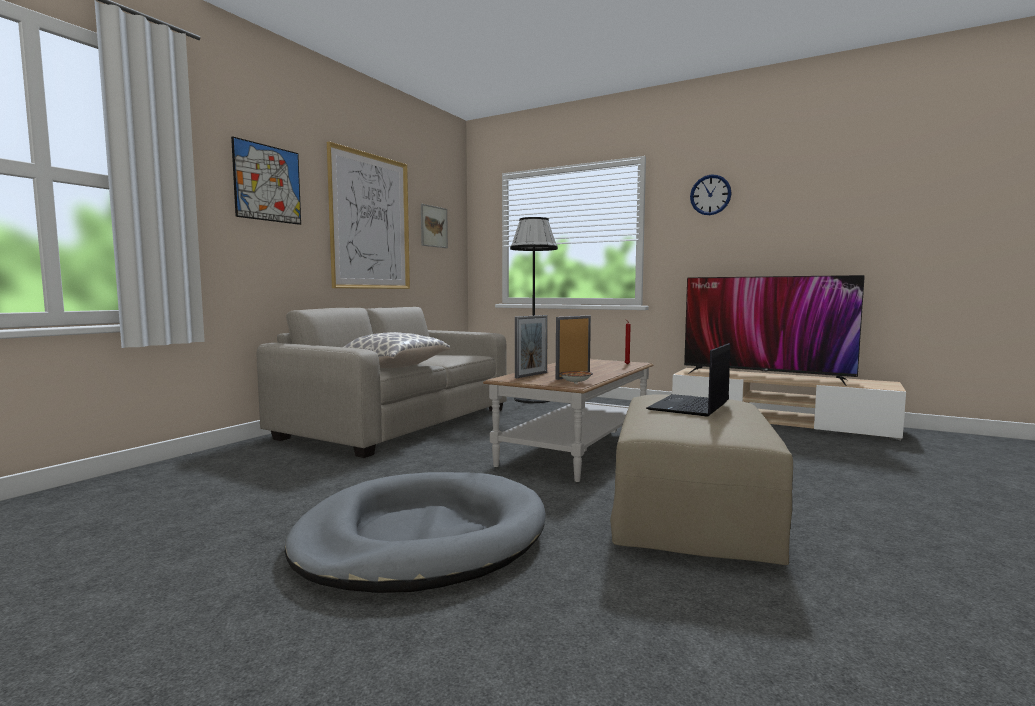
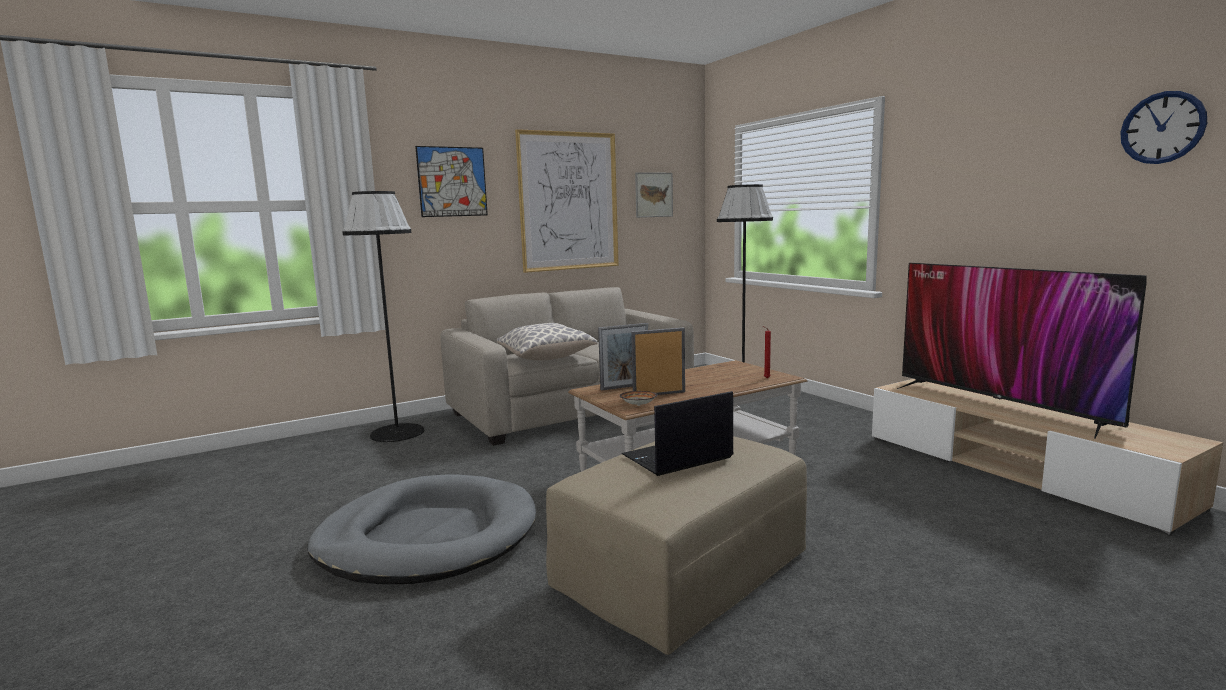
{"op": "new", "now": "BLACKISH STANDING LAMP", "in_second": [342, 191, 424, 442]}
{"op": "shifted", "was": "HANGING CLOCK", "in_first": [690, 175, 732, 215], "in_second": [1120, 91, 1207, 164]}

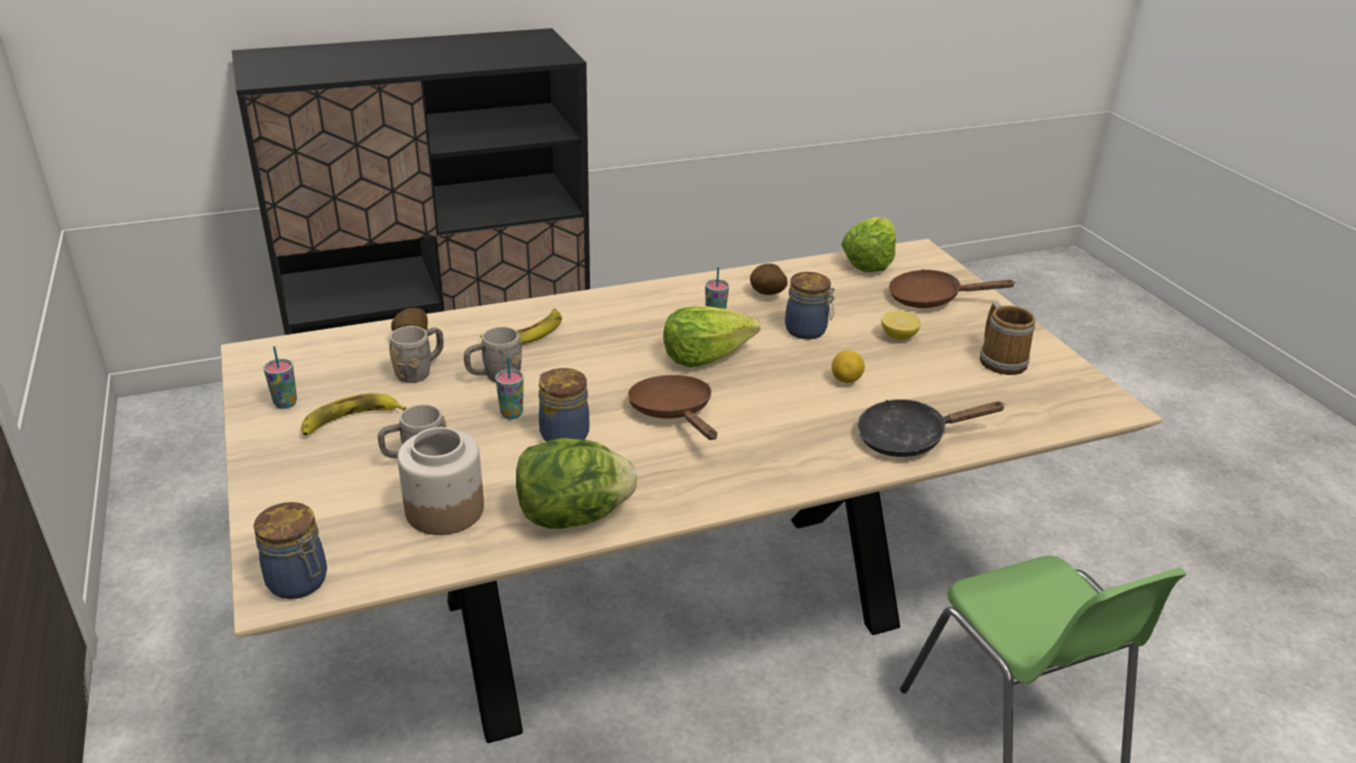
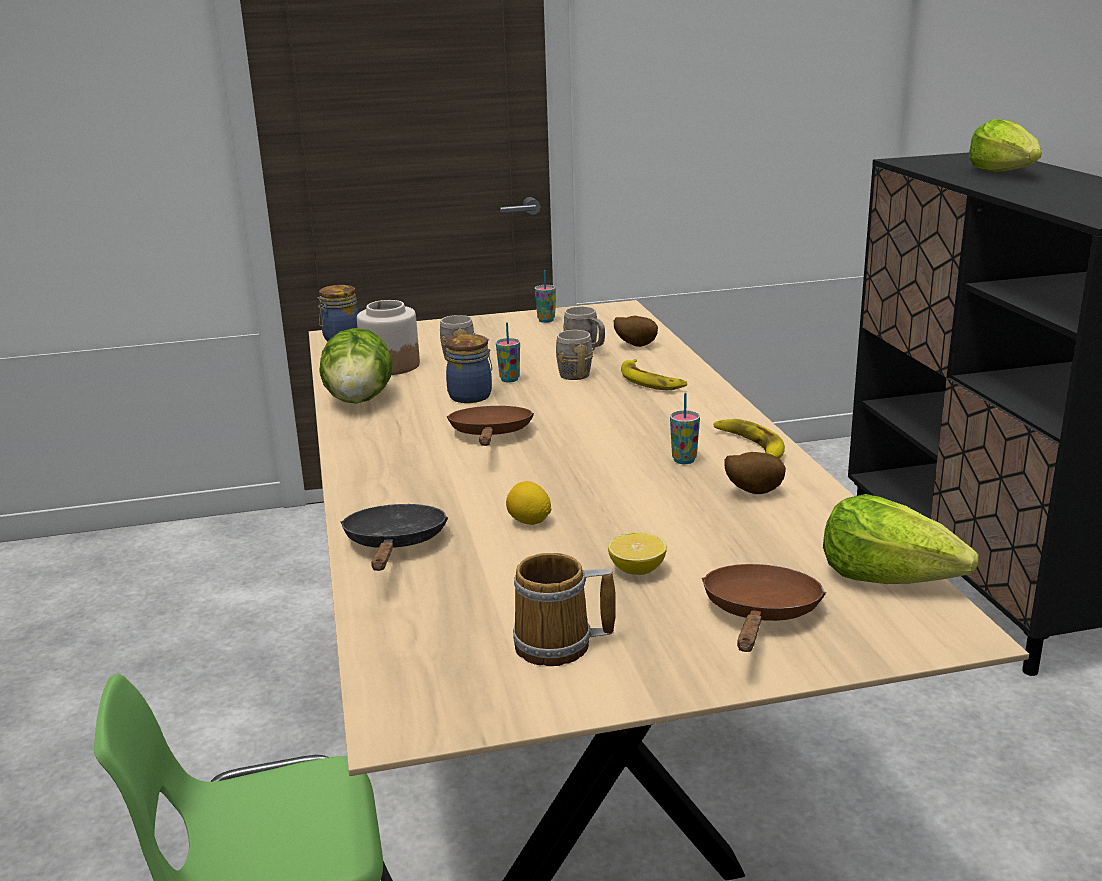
{"op": "gone", "was": "JAR", "in_first": [785, 272, 835, 339]}
{"op": "shifted", "was": "BANANA FRUIT", "in_first": [301, 393, 406, 436], "in_second": [714, 419, 785, 459]}
{"op": "shifted", "was": "LETTUCE", "in_first": [663, 306, 760, 367], "in_second": [969, 119, 1042, 172]}
{"op": "rotated", "was": "BROWNISH PAN", "in_first": [628, 375, 717, 440], "in_second": [447, 406, 534, 446], "clockwise": -75}

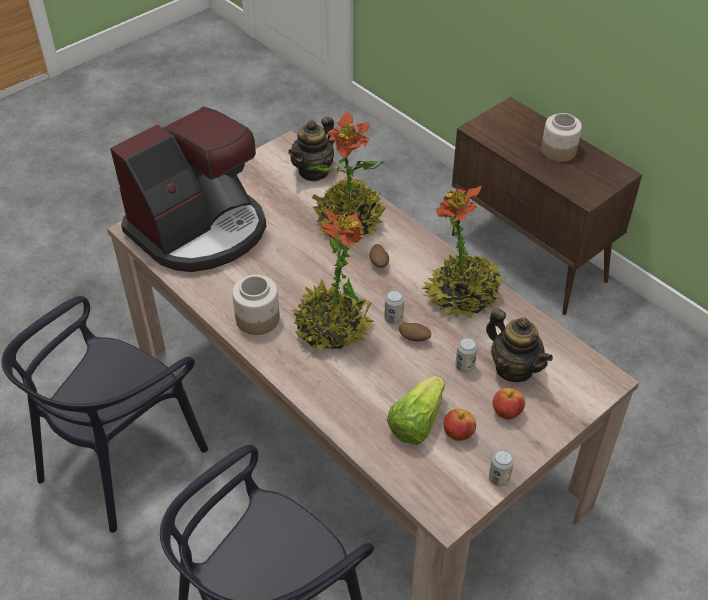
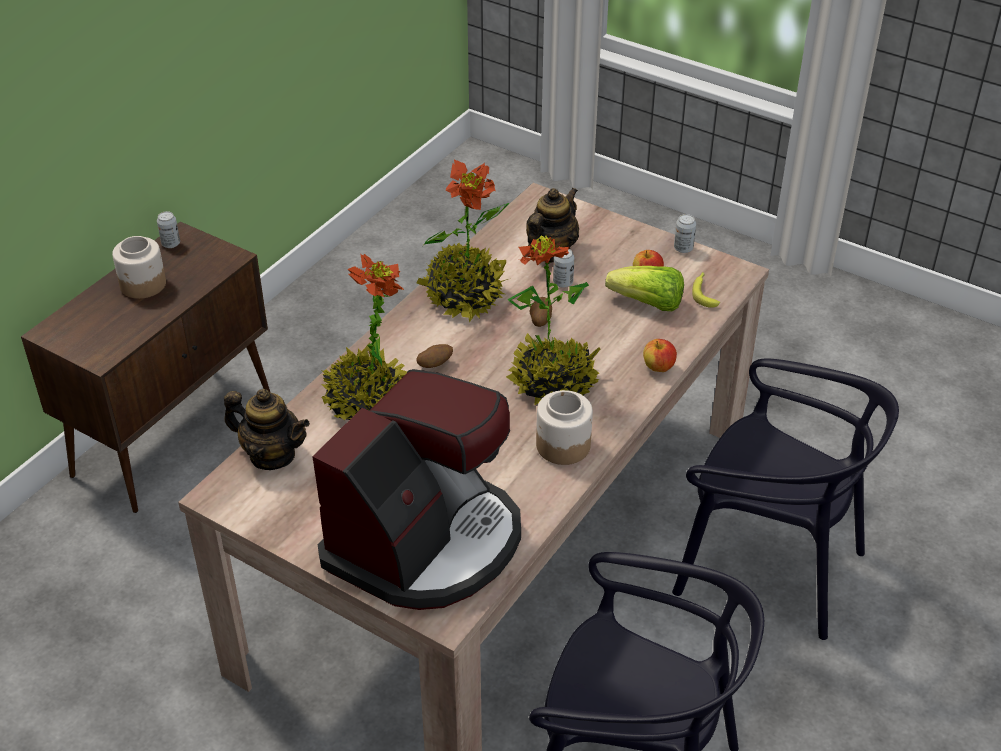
{"op": "new", "now": "BANANA FRUIT", "in_second": [692, 272, 720, 308]}
{"op": "shifted", "was": "CAN", "in_first": [384, 290, 404, 325], "in_second": [157, 211, 180, 248]}
{"op": "shifted", "was": "APPLE", "in_first": [493, 388, 525, 420], "in_second": [643, 339, 677, 372]}
{"op": "rotated", "was": "COFFEE MACHINE", "in_first": [110, 107, 266, 272], "in_second": [313, 369, 521, 610], "clockwise": 90}

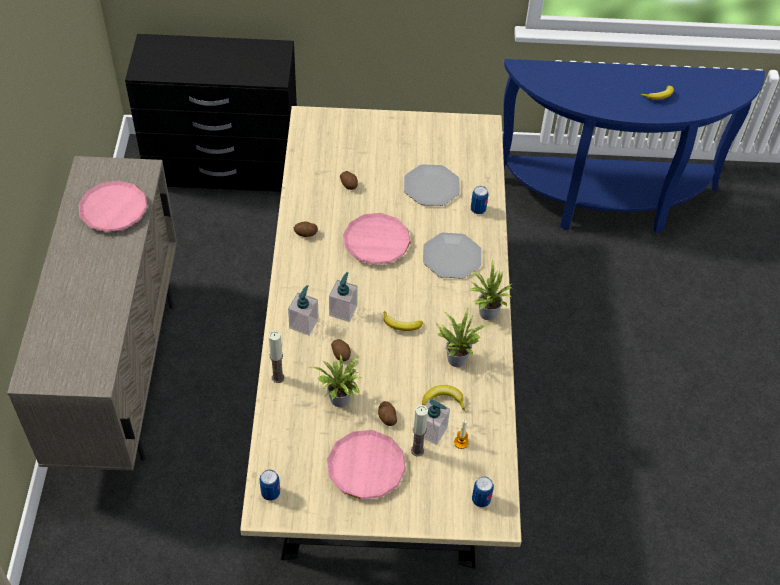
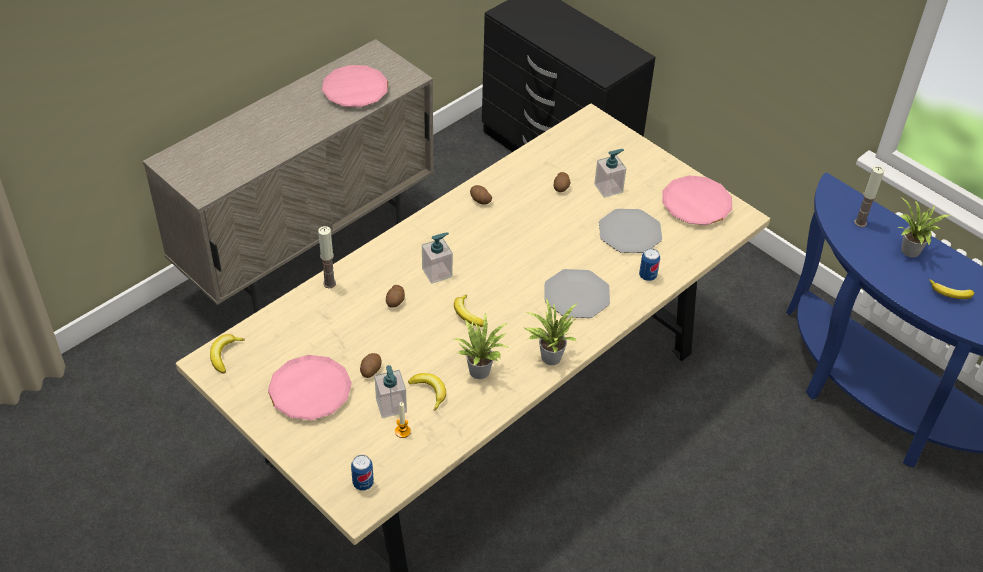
{"op": "shifted", "was": "LIQUID SOAP BOTTLE", "in_first": [288, 285, 319, 335], "in_second": [594, 149, 626, 198]}
{"op": "shifted", "was": "PLANT IN A POT", "in_first": [310, 354, 363, 407], "in_second": [897, 197, 950, 257]}
{"op": "shifted", "was": "PINK FLAT DISH", "in_first": [343, 213, 411, 265], "in_second": [662, 175, 732, 225]}
{"op": "shifted", "was": "WAX CANDLE", "in_first": [411, 405, 428, 456], "in_second": [854, 166, 885, 227]}
{"op": "swapped", "was": "CAN", "now": "BANANA FRUIT", "in_first": [259, 470, 280, 501], "in_second": [210, 334, 245, 373]}

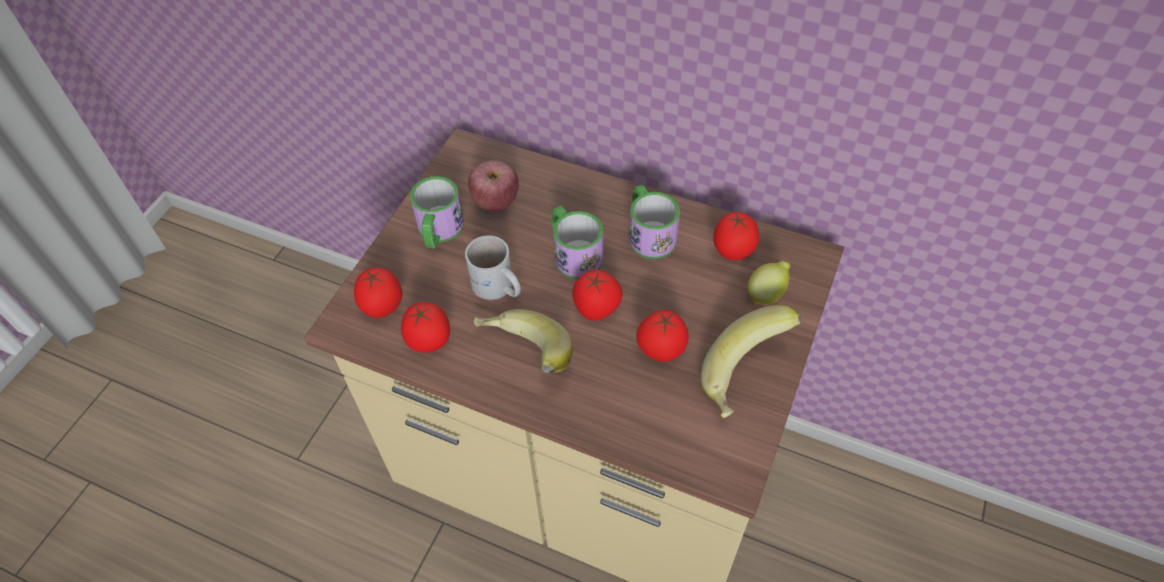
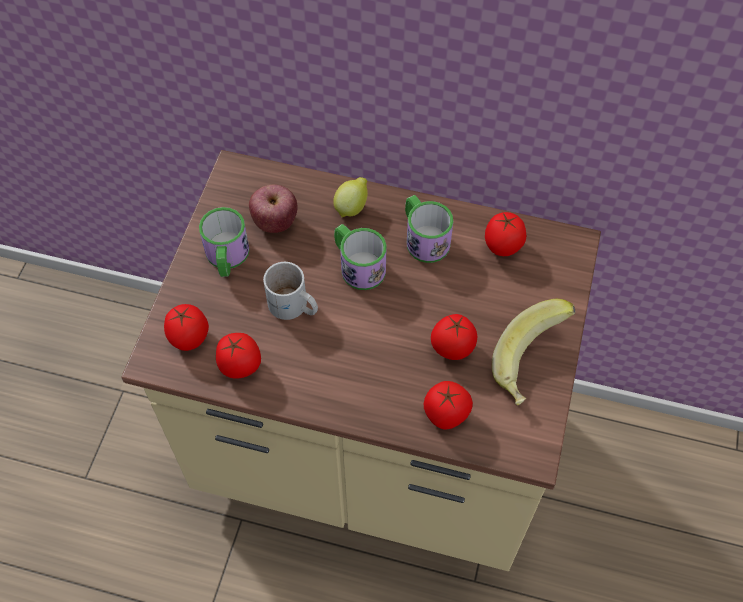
{"op": "gone", "was": "BANANA FRUIT", "in_first": [473, 309, 573, 373]}
{"op": "shifted", "was": "TOMATO", "in_first": [572, 269, 623, 321], "in_second": [424, 381, 473, 429]}
{"op": "shifted", "was": "LEMON", "in_first": [748, 261, 791, 305], "in_second": [333, 177, 368, 218]}

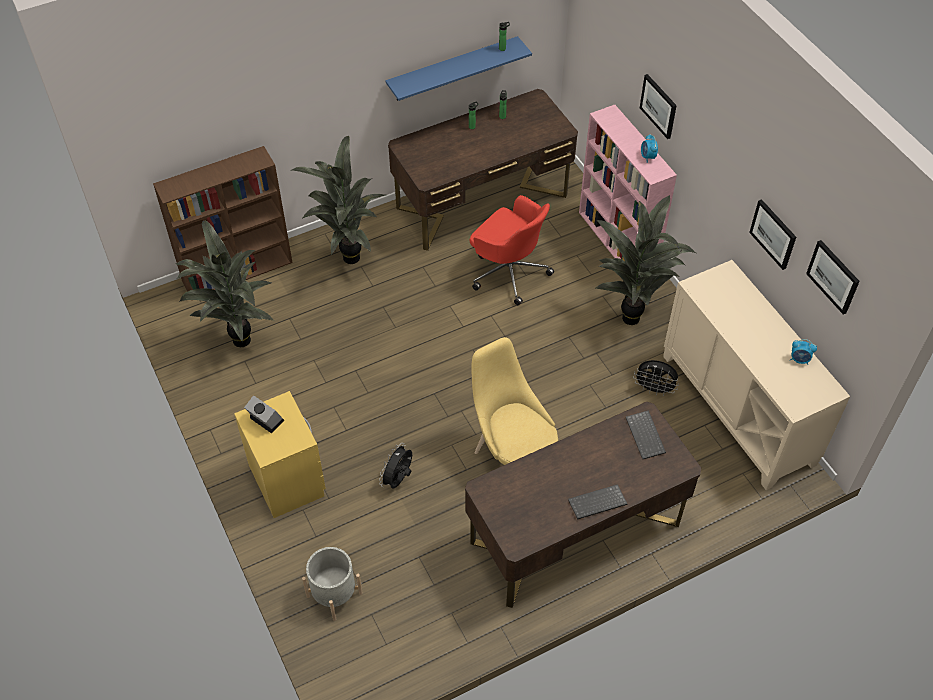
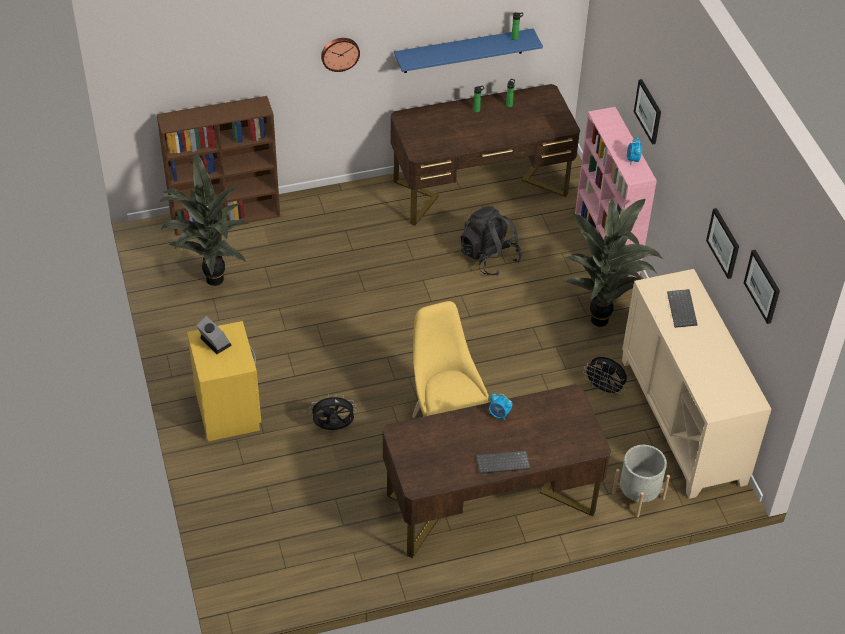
{"op": "gone", "was": "PLANT IN A POT", "in_first": [292, 136, 385, 264]}
{"op": "new", "now": "HANGING CLOCK", "in_second": [321, 38, 360, 72]}
{"op": "shifted", "was": "GRAY PLANT POT", "in_first": [302, 547, 363, 621], "in_second": [612, 445, 670, 517]}
{"op": "shifted", "was": "PC KEYBOARD", "in_first": [626, 410, 666, 459], "in_second": [667, 289, 697, 328]}
{"op": "shifted", "was": "BEDSIDE CLOCK", "in_first": [790, 339, 817, 365], "in_second": [489, 394, 513, 420]}
{"op": "swapped", "was": "RED-COLOURED DESK CHAIR", "now": "BLACKISH KNAPSACK", "in_first": [470, 195, 554, 305], "in_second": [461, 206, 522, 276]}
{"op": "rotated", "was": "BLACKISH COOLING FAN", "in_first": [379, 443, 412, 489], "in_second": [309, 394, 356, 430], "clockwise": 45}

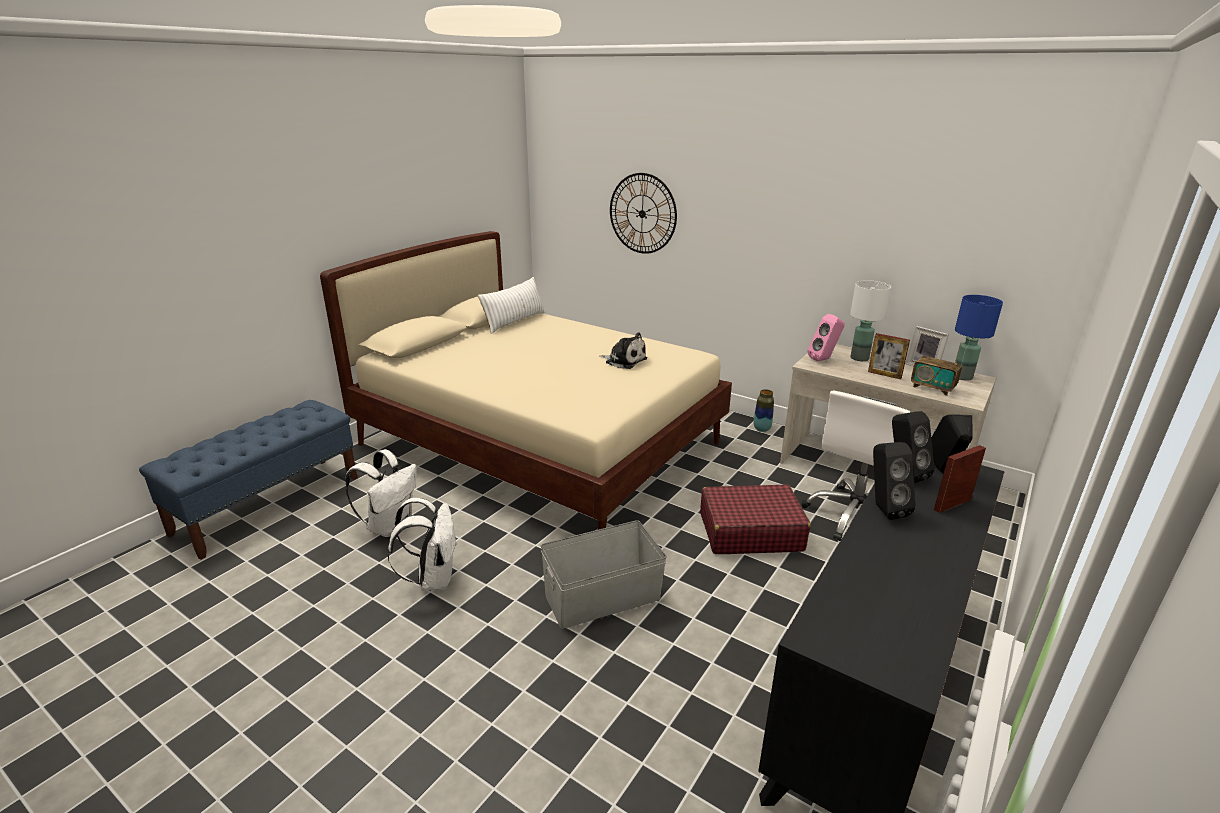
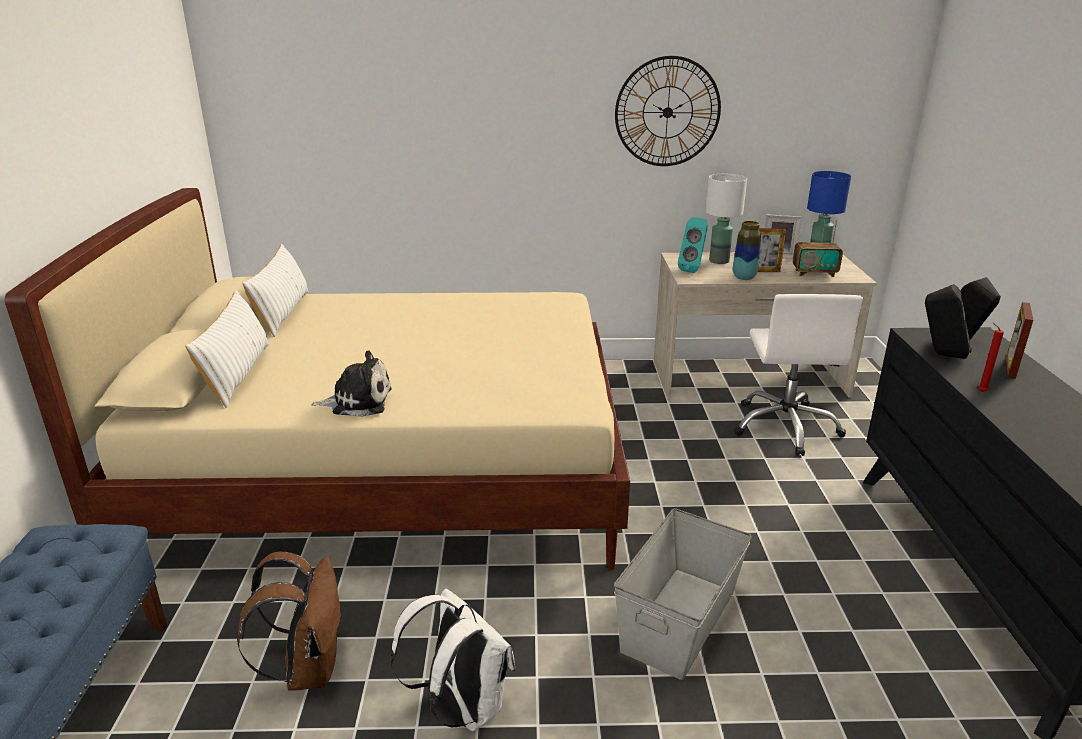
{"op": "gone", "was": "RED-COLOURED SUITCASE", "in_first": [700, 484, 811, 554]}
{"op": "new", "now": "WHITE-COLOURED CUSHION", "in_second": [185, 290, 269, 408]}
{"op": "shifted", "was": "PLUSH TOY", "in_first": [599, 332, 647, 369], "in_second": [311, 351, 392, 417]}
{"op": "shifted", "was": "HANGING CLOCK", "in_first": [610, 173, 677, 254], "in_second": [615, 56, 721, 166]}
{"op": "shifted", "was": "DECORATIVE VASE", "in_first": [754, 389, 774, 432], "in_second": [733, 221, 761, 280]}
{"op": "swapped", "was": "BLACKISH SPEAKER", "now": "RED-COLOURED WAX CANDLE", "in_first": [873, 442, 915, 520], "in_second": [978, 323, 1004, 392]}
{"op": "repainted", "was": "WHITE-COLOURED KNAPSACK", "now": "BROWNISH KNAPSACK", "in_first": [346, 449, 417, 537], "in_second": [237, 551, 343, 691]}
{"op": "repainted", "was": "PINK SPEAKER", "now": "TURQUOISE-COLOURED SPEAKER", "in_first": [807, 314, 845, 361], "in_second": [678, 217, 708, 273]}

